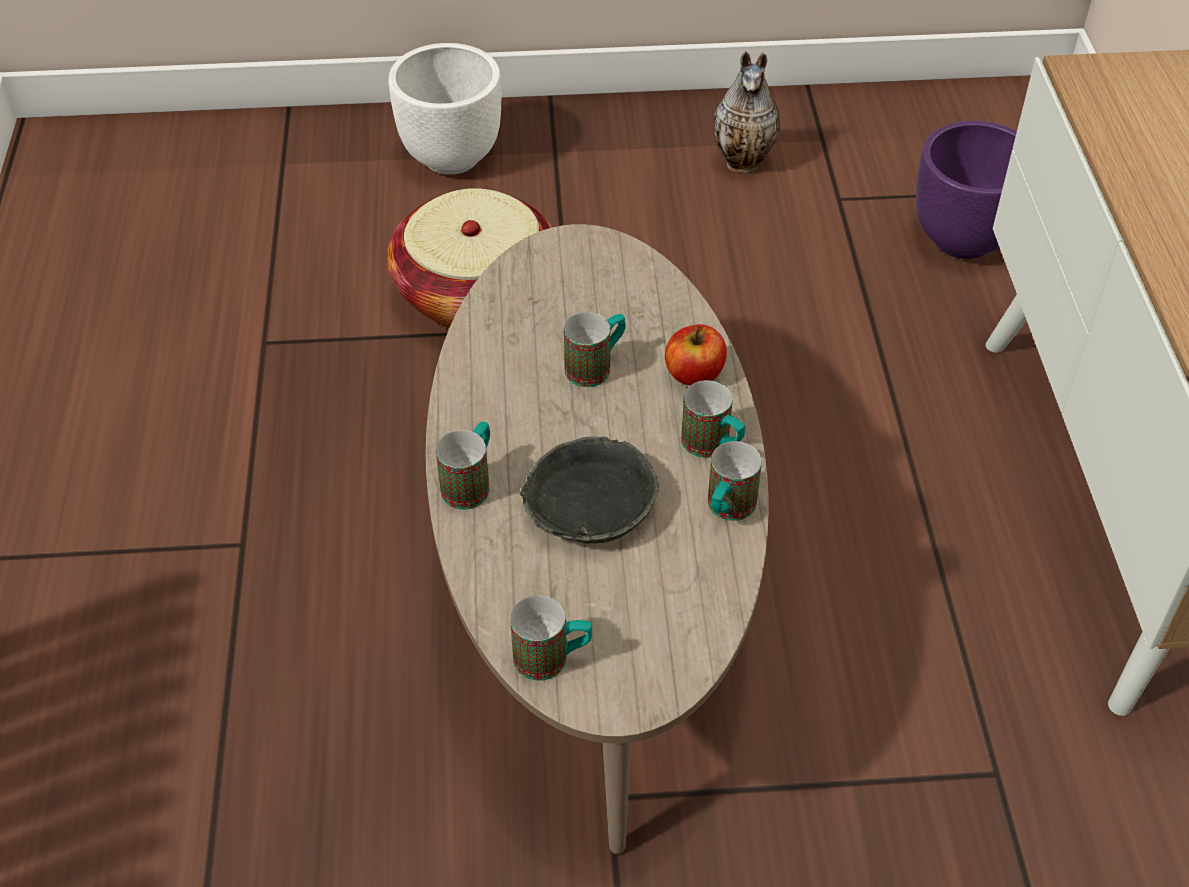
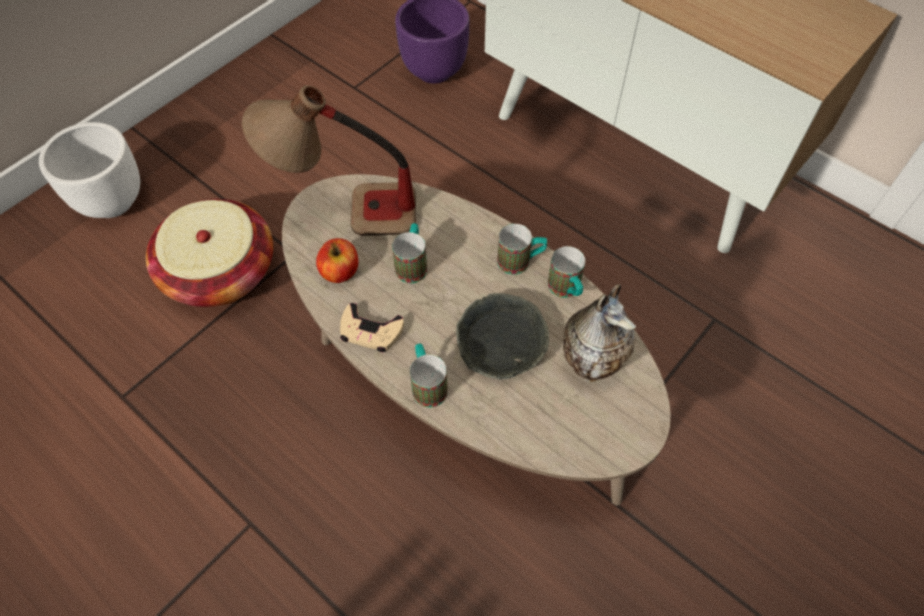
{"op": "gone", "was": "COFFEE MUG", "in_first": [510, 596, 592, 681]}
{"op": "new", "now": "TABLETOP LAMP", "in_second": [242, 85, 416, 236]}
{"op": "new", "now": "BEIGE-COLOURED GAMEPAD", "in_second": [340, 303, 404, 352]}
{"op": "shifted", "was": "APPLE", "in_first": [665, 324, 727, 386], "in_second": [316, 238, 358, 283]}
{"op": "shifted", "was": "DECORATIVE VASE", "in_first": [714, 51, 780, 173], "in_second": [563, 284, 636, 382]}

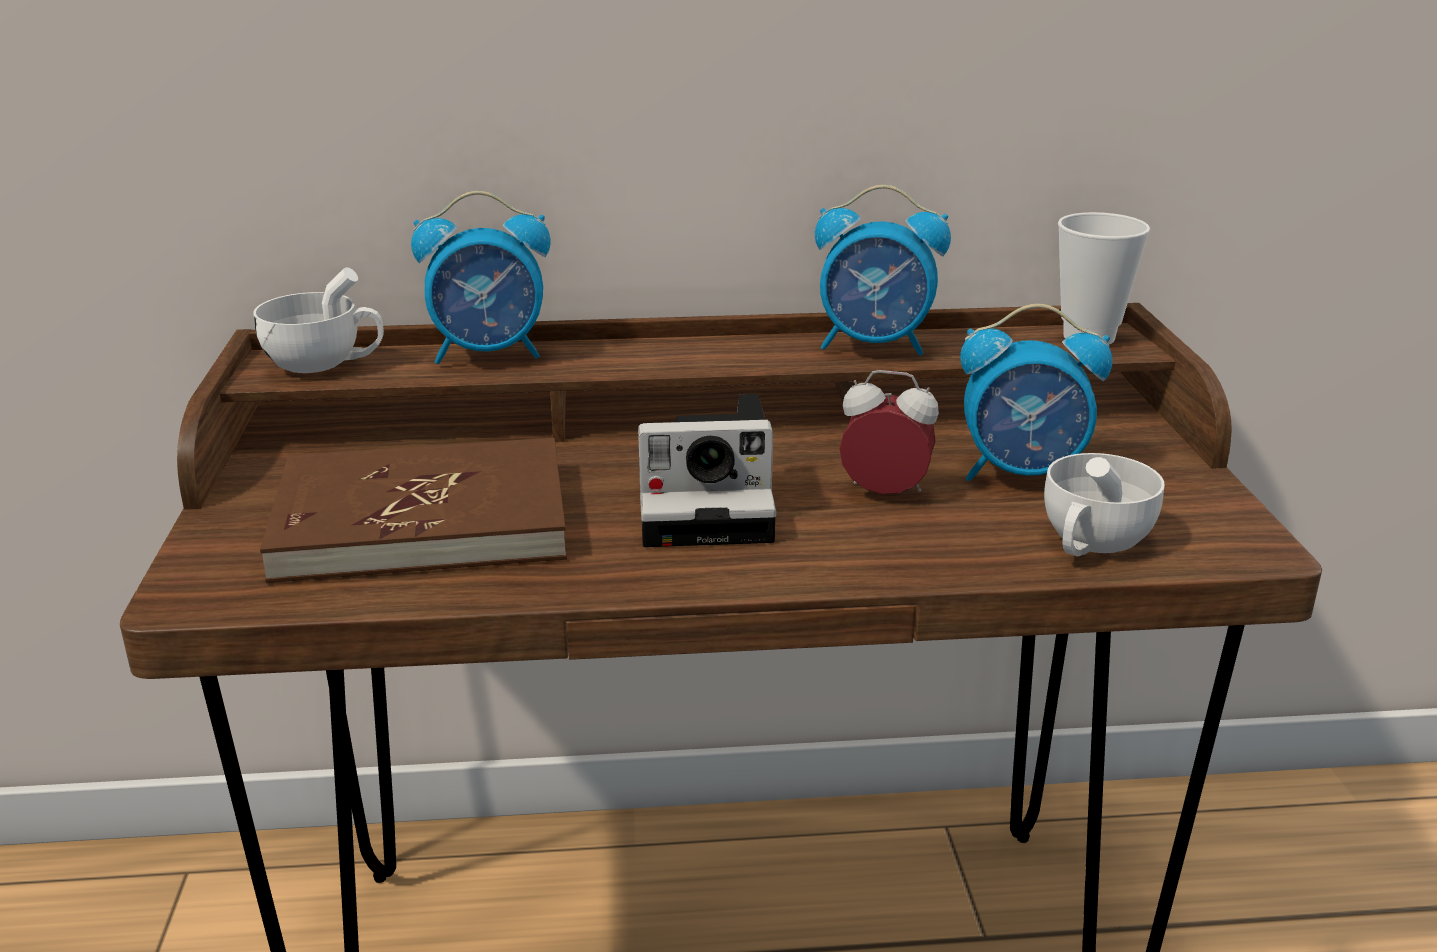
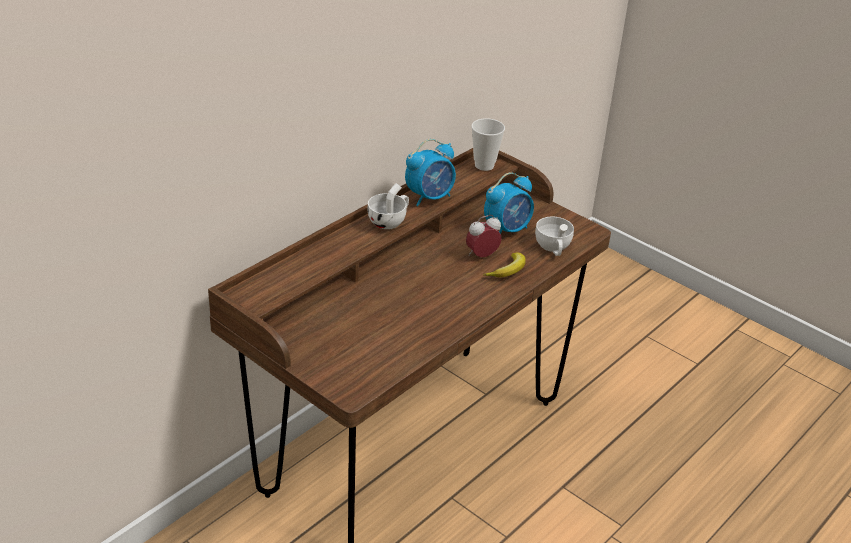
{"op": "gone", "was": "BROWNISH BOOK", "in_first": [260, 438, 567, 583]}
{"op": "gone", "was": "BEDSIDE CLOCK", "in_first": [411, 191, 551, 364]}
{"op": "gone", "was": "PHOTO CAMERA", "in_first": [638, 394, 776, 547]}
{"op": "new", "now": "BANANA FRUIT", "in_second": [483, 252, 526, 277]}
{"op": "shifted", "was": "WHITE-COLOURED DRINKING CUP", "in_first": [253, 267, 384, 373], "in_second": [367, 183, 409, 229]}

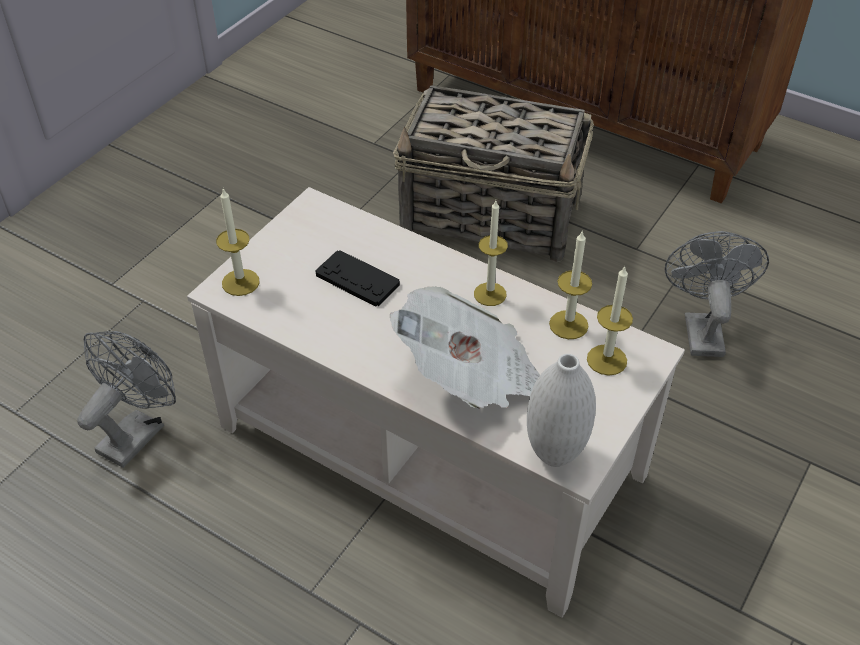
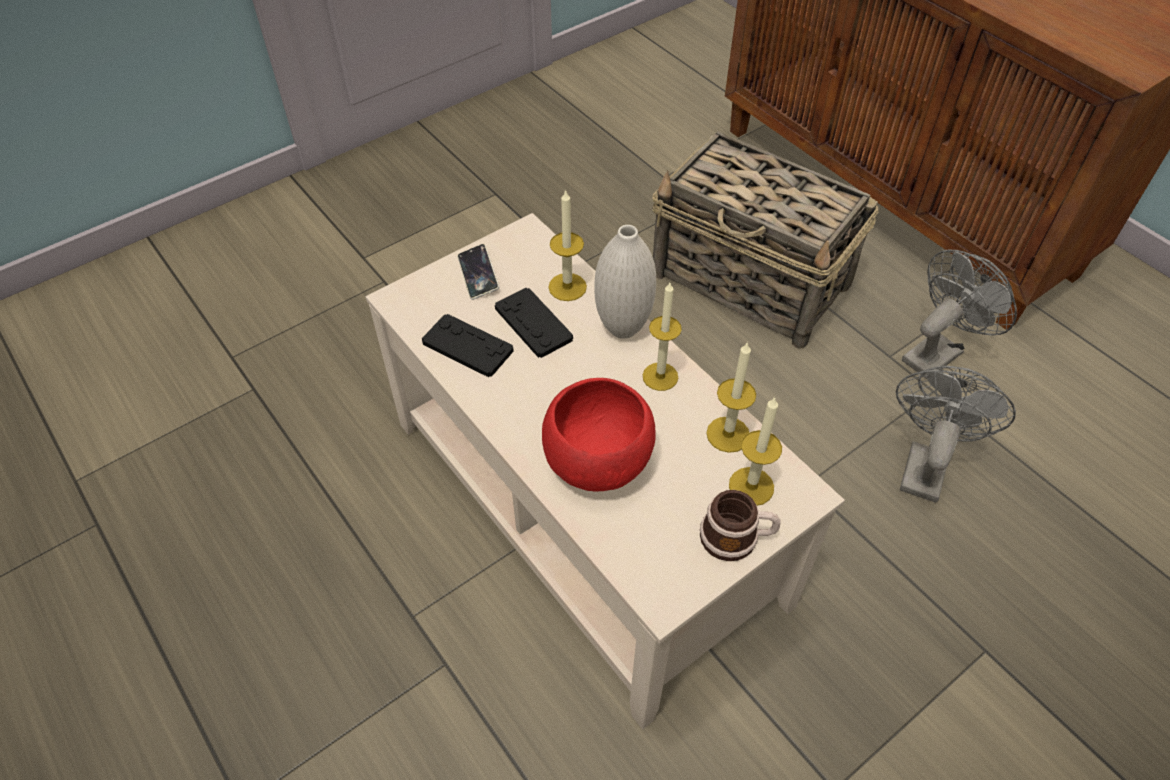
{"op": "new", "now": "BLACKISH GAMEPAD", "in_second": [422, 314, 514, 377]}
{"op": "new", "now": "HANDSET", "in_second": [457, 244, 499, 300]}
{"op": "new", "now": "COFFEE MUG", "in_second": [700, 490, 781, 561]}
{"op": "shifted", "was": "GRAY COOLING FAN", "in_first": [77, 331, 176, 468], "in_second": [902, 250, 1017, 380]}
{"op": "shifted", "was": "WAX CANDLE", "in_first": [216, 189, 260, 296], "in_second": [548, 189, 587, 301]}
{"op": "shifted", "was": "WHITE-COLOURED DECORATIVE VASE", "in_first": [527, 354, 596, 467], "in_second": [594, 225, 656, 339]}
{"op": "swapped", "was": "DAILY PAPER", "now": "RED-COLOURED DEEP DISH", "in_first": [390, 286, 540, 409], "in_second": [542, 378, 656, 491]}

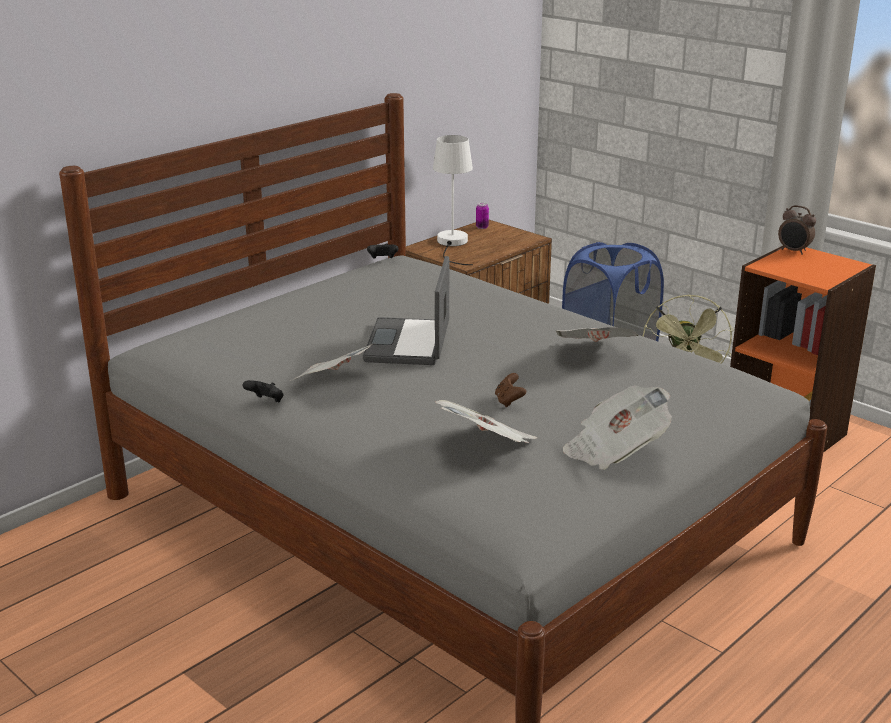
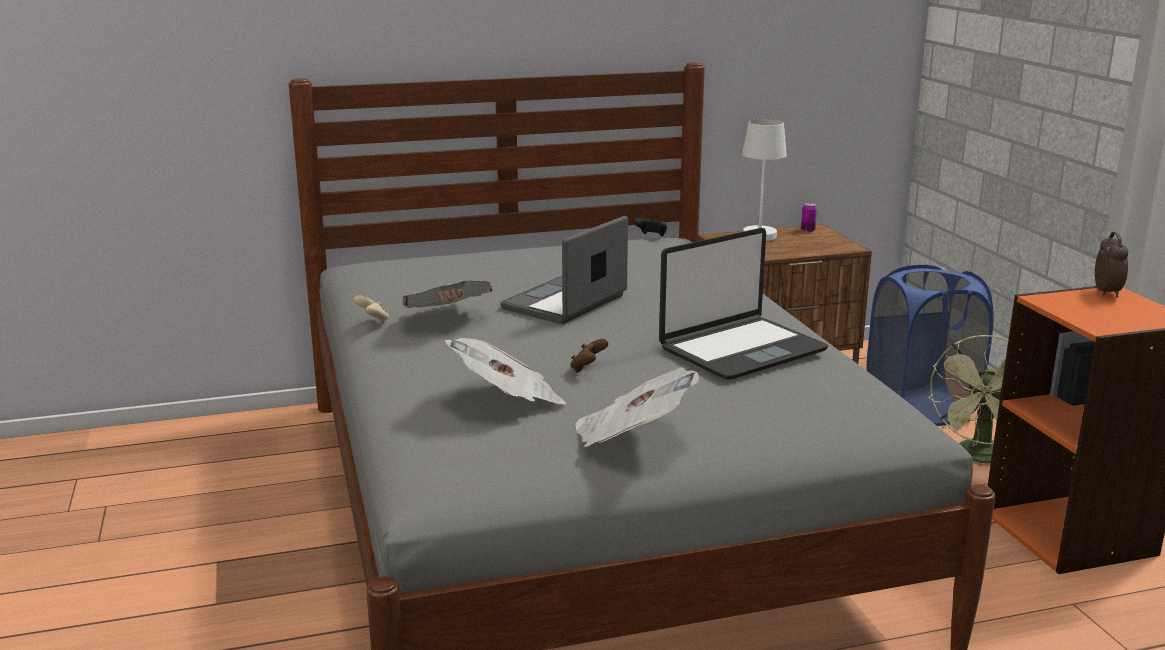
{"op": "swapped", "was": "DAILY PAPER", "now": "NOTEBOOK COMPUTER", "in_first": [556, 327, 639, 342], "in_second": [659, 228, 828, 380]}
{"op": "repainted", "was": "BLACKISH GAMEPAD", "now": "BEIGE-COLOURED GAMEPAD", "in_first": [242, 380, 284, 402], "in_second": [353, 296, 389, 324]}
{"op": "rotated", "was": "BEDSIDE CLOCK", "in_first": [778, 205, 816, 255], "in_second": [1095, 232, 1128, 298], "clockwise": -150}

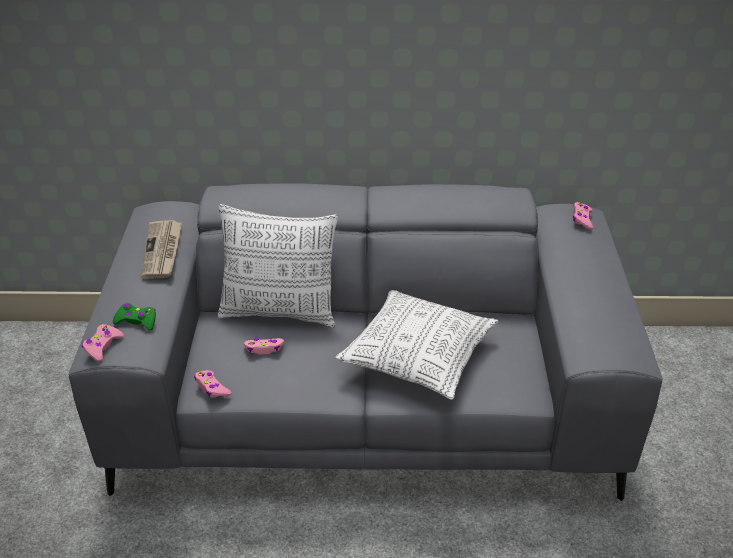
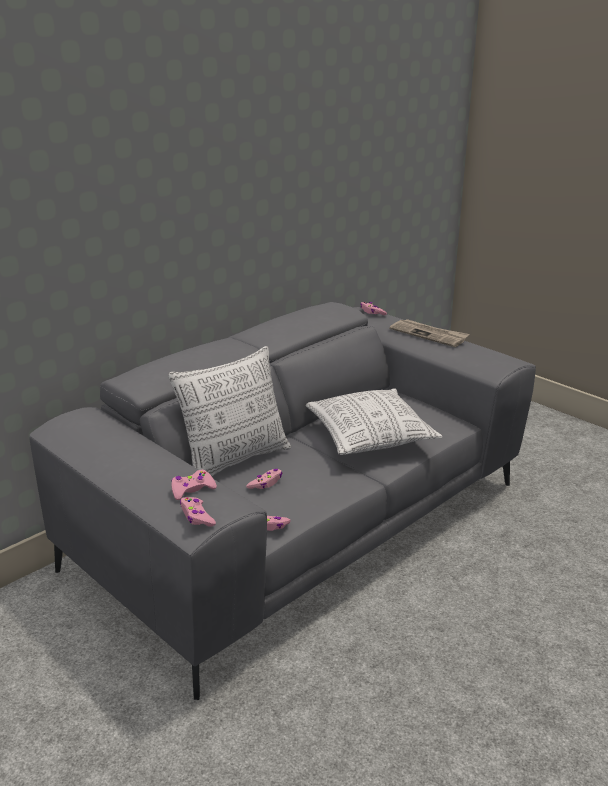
{"op": "shifted", "was": "DAILY PAPER", "in_first": [141, 220, 182, 279], "in_second": [390, 319, 469, 347]}
{"op": "repainted", "was": "GREEN GAMEPAD", "now": "PINK GAMEPAD", "in_first": [113, 303, 156, 331], "in_second": [171, 470, 217, 500]}

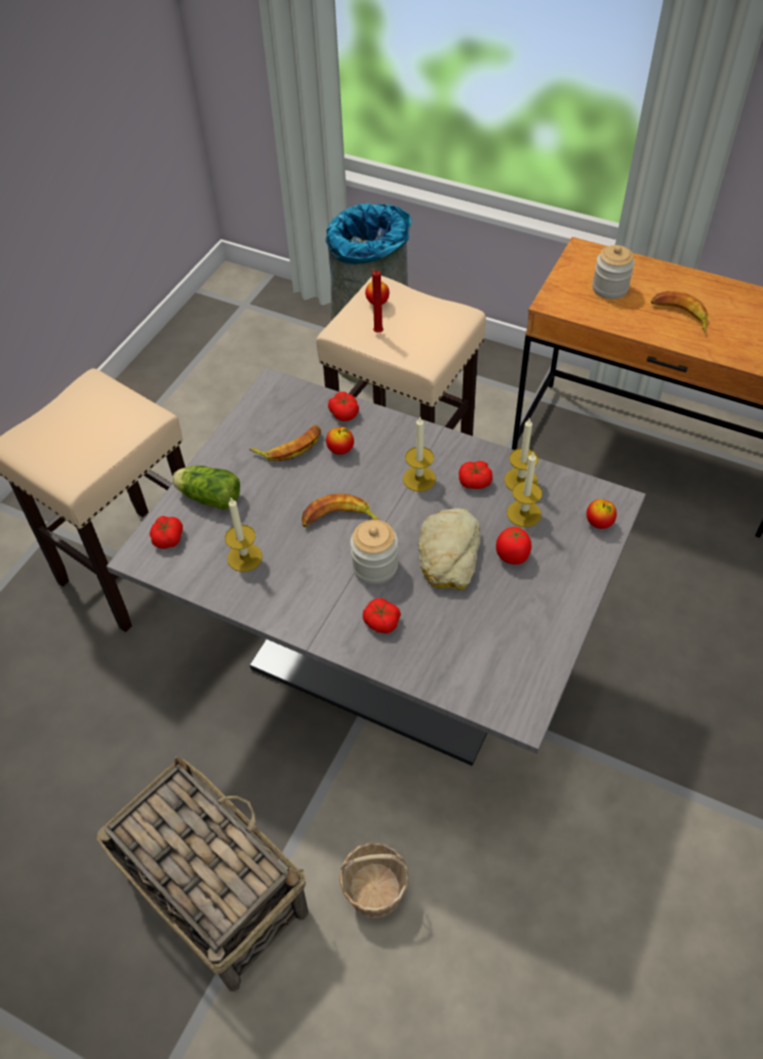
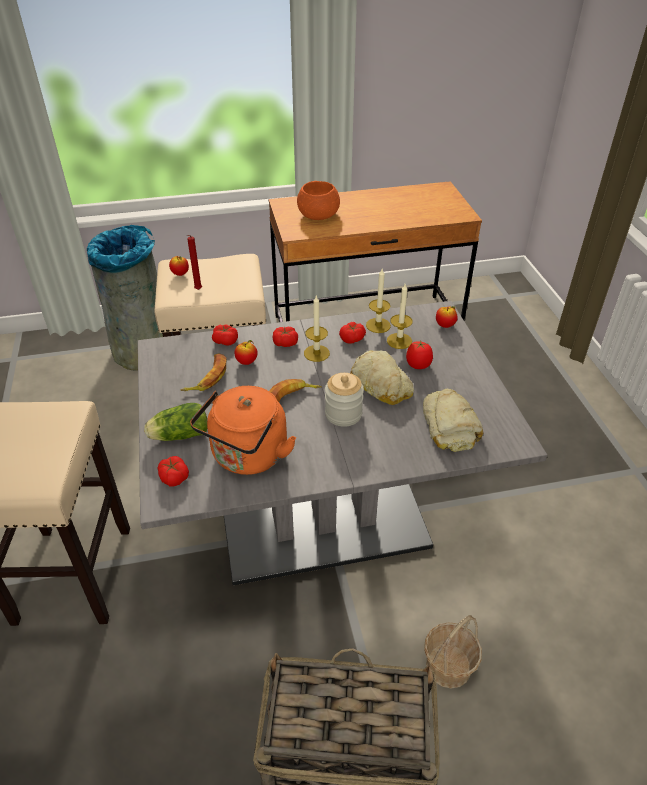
{"op": "gone", "was": "BANANA FRUIT", "in_first": [651, 291, 709, 332]}
{"op": "new", "now": "BAKERY BREAD", "in_second": [423, 389, 483, 452]}
{"op": "shifted", "was": "TOMATO", "in_first": [363, 598, 401, 634], "in_second": [273, 327, 298, 347]}
{"op": "swapped", "was": "WAX CANDLE", "now": "ORANGE KETTLE", "in_first": [225, 498, 262, 572], "in_second": [190, 386, 296, 475]}
{"op": "swapped", "was": "JAR", "now": "ORANGE DEEP DISH", "in_first": [592, 245, 635, 299], "in_second": [297, 181, 340, 220]}

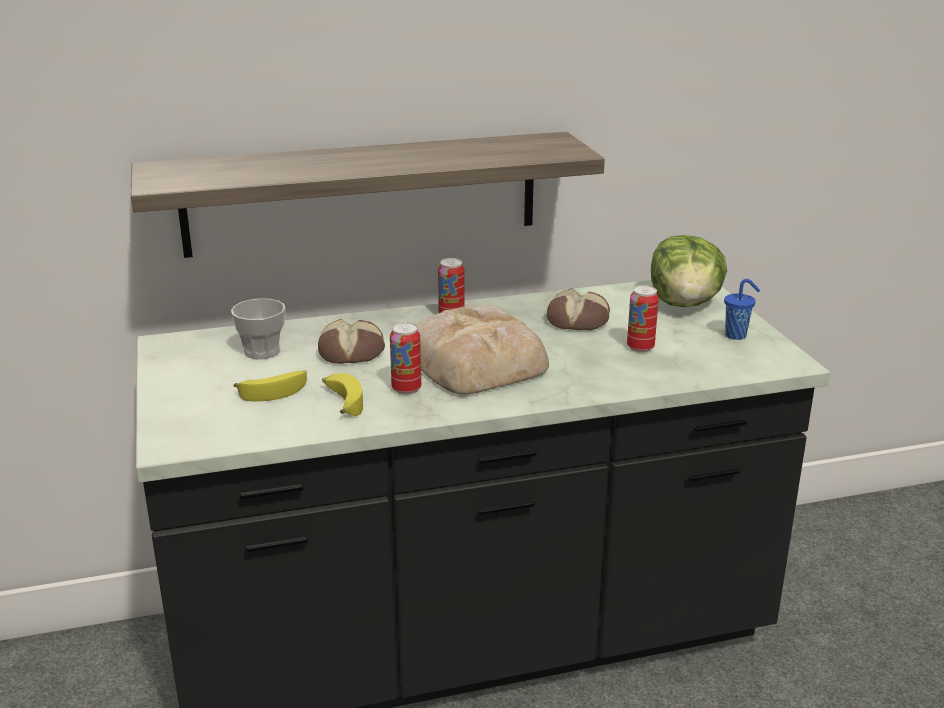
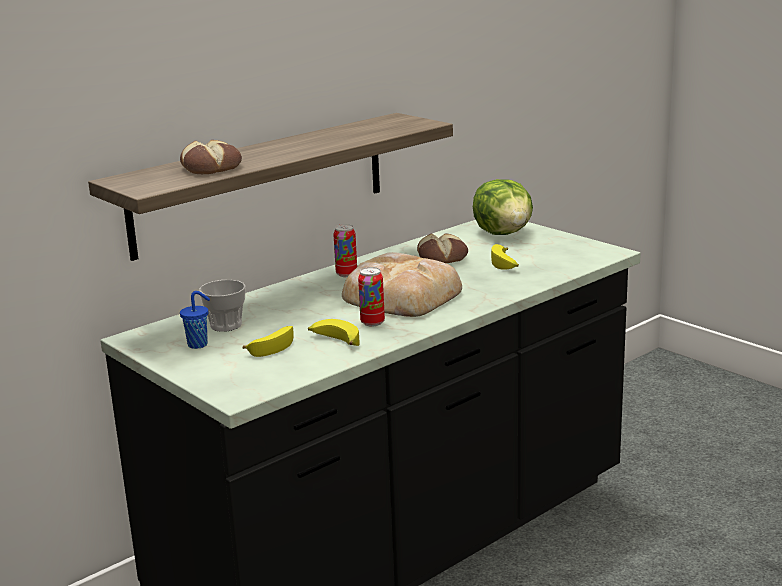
{"op": "shifted", "was": "BAKERY BREAD", "in_first": [318, 319, 385, 364], "in_second": [180, 140, 242, 174]}
{"op": "shifted", "was": "BLUISH DRINKING CUP", "in_first": [724, 279, 760, 340], "in_second": [180, 291, 210, 349]}
{"op": "swapped", "was": "CAN", "now": "BANANA FRUIT", "in_first": [627, 285, 659, 352], "in_second": [491, 244, 519, 270]}

